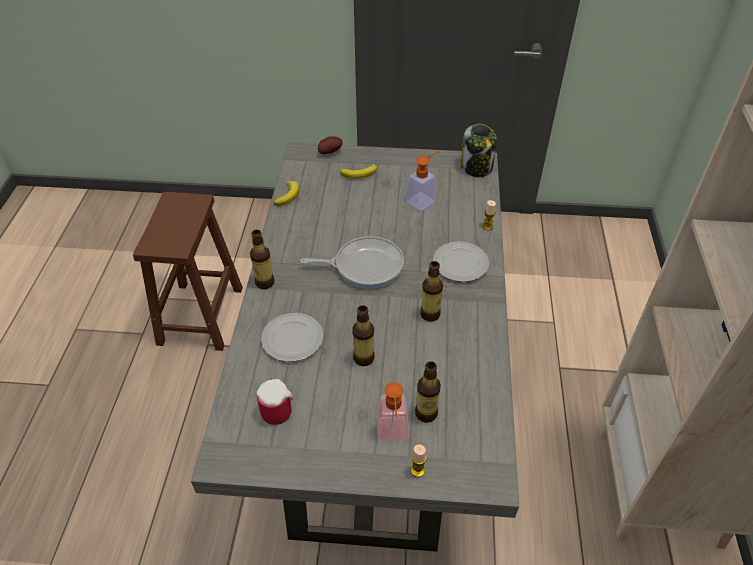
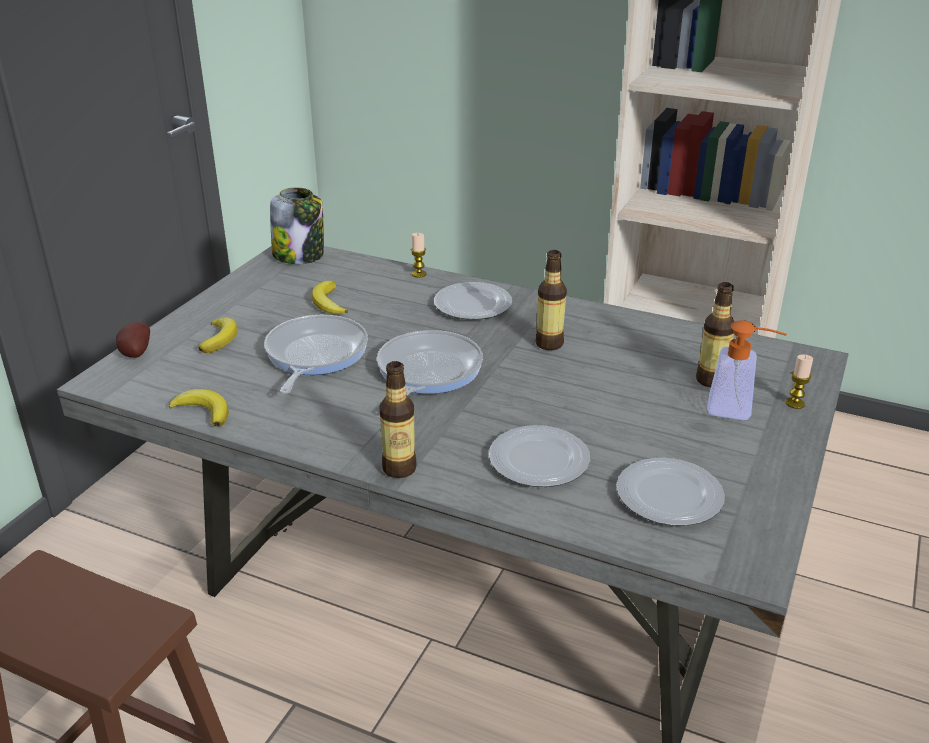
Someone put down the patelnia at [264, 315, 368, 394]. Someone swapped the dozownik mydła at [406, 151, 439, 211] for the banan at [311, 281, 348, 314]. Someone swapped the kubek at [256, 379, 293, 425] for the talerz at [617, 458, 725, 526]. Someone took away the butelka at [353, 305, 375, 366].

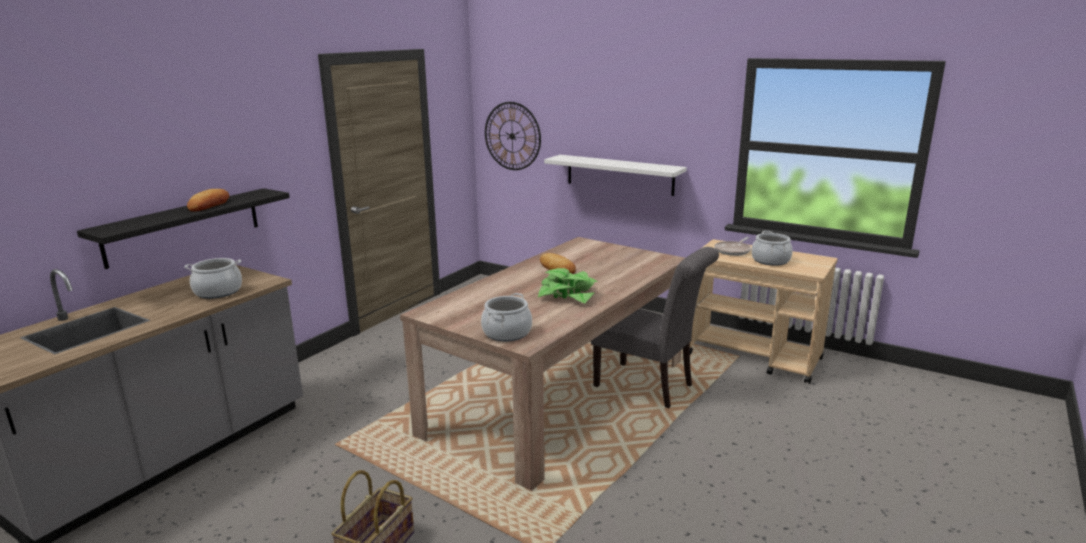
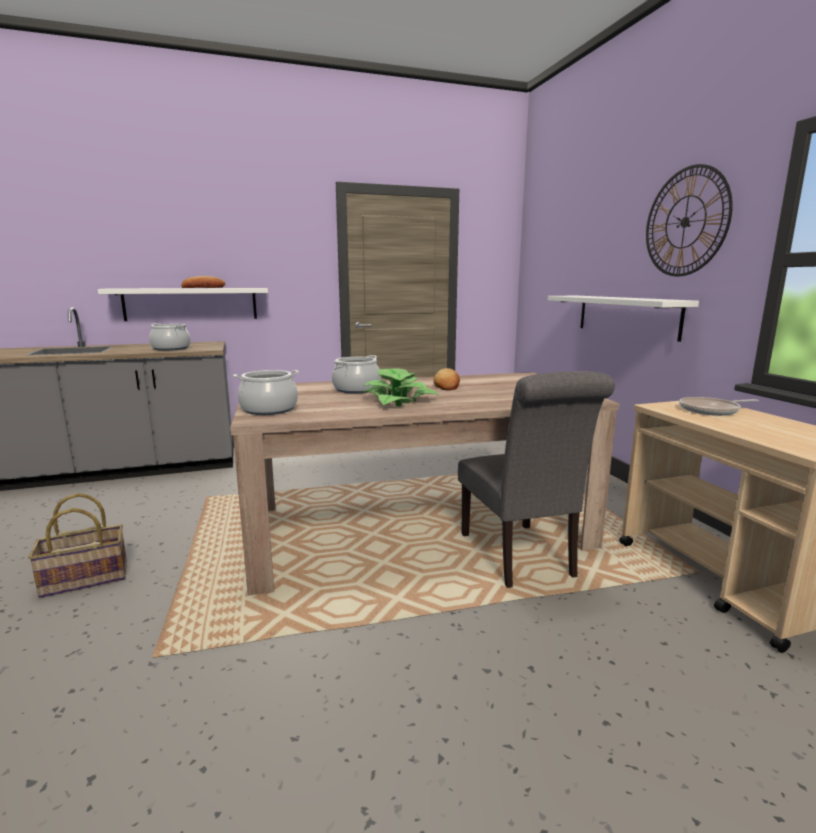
Someone repainted the półka [czarny] at [77, 188, 290, 269], which became the półka [biały] at [98, 288, 268, 321]. Someone carried the garnek from [751, 231, 793, 266] to [332, 355, 381, 393]. Someone carried the zegar ścienny from [485, 102, 541, 170] to [646, 164, 733, 276].

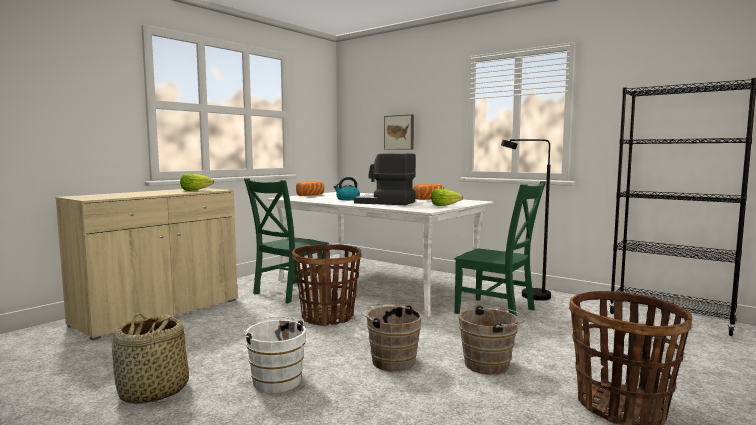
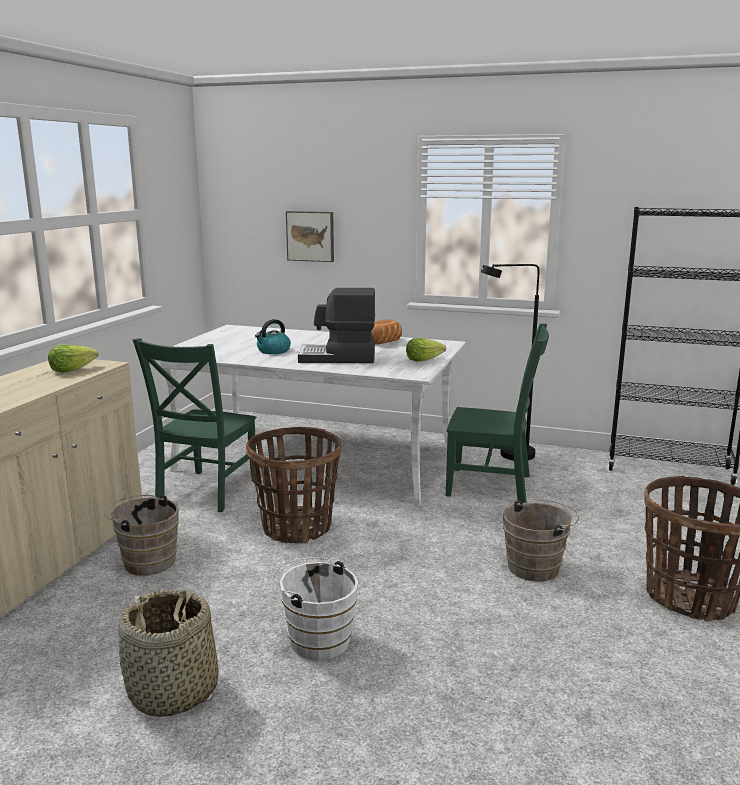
Someone carried the wiadro [brązowy] from [361, 304, 422, 371] to [104, 495, 179, 576]. Someone took away the chleb at [296, 181, 324, 196].

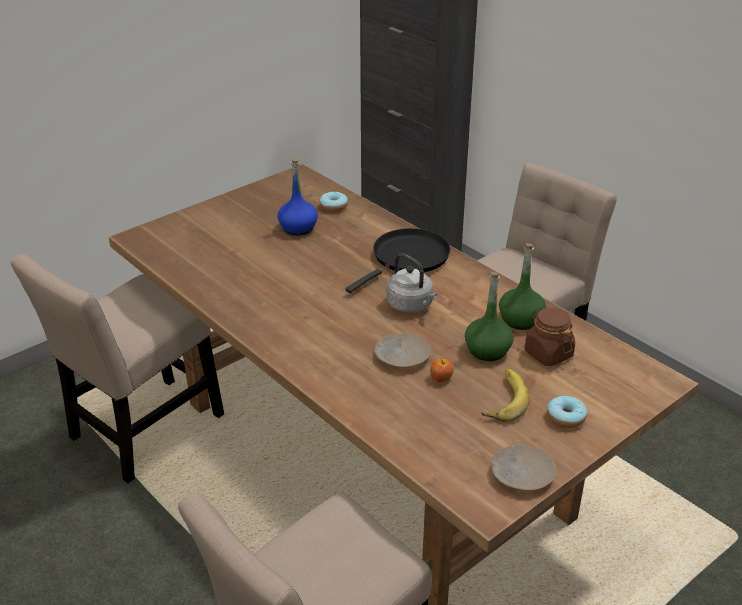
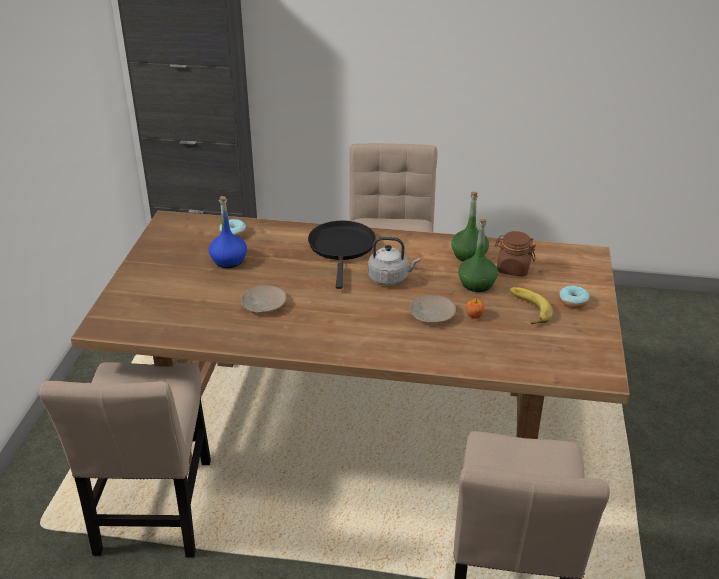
Someone carried the talerz [beżowy] from [491, 445, 557, 491] to [241, 285, 287, 313].

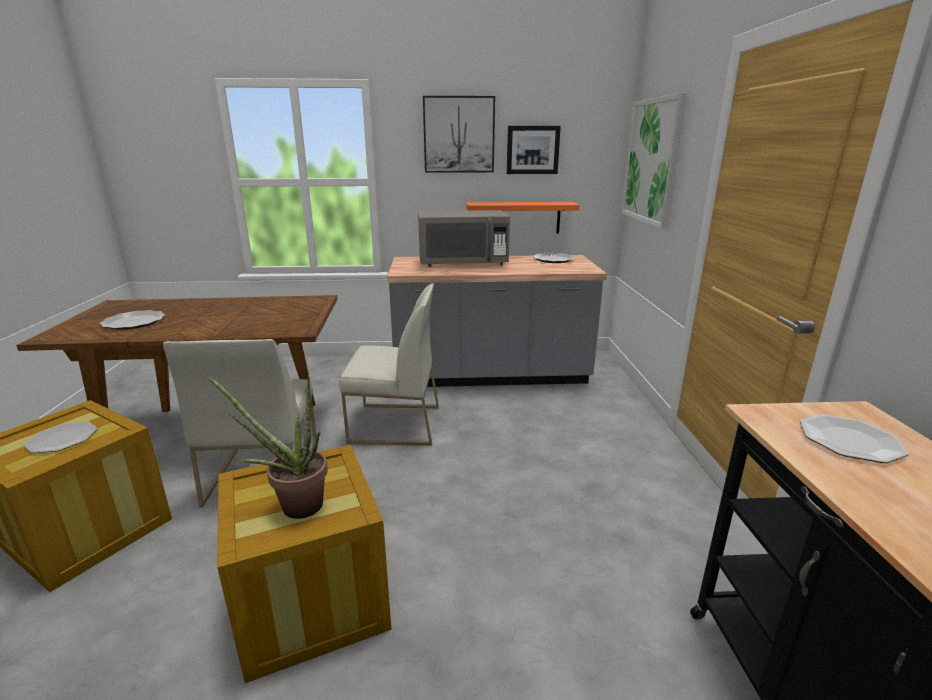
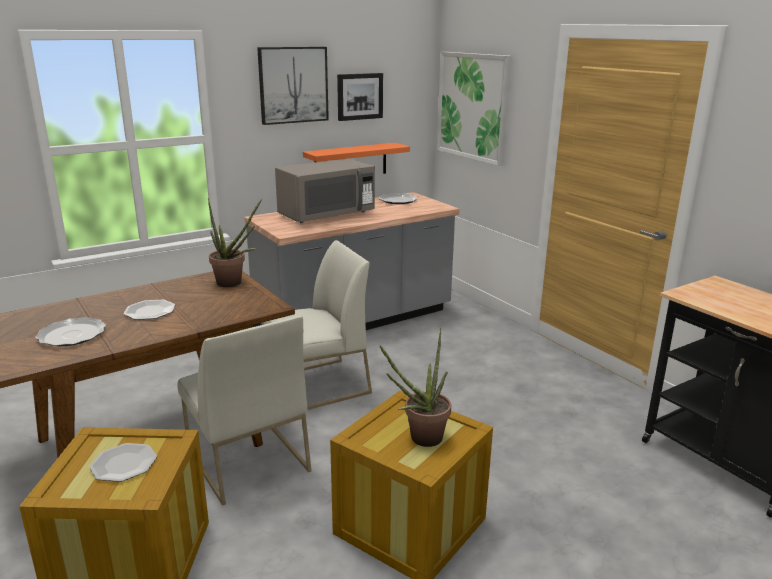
Someone carried the talerz from [800, 414, 909, 463] to [123, 300, 175, 320]. Someone put down the roślina doniczkowa at [208, 198, 261, 287].

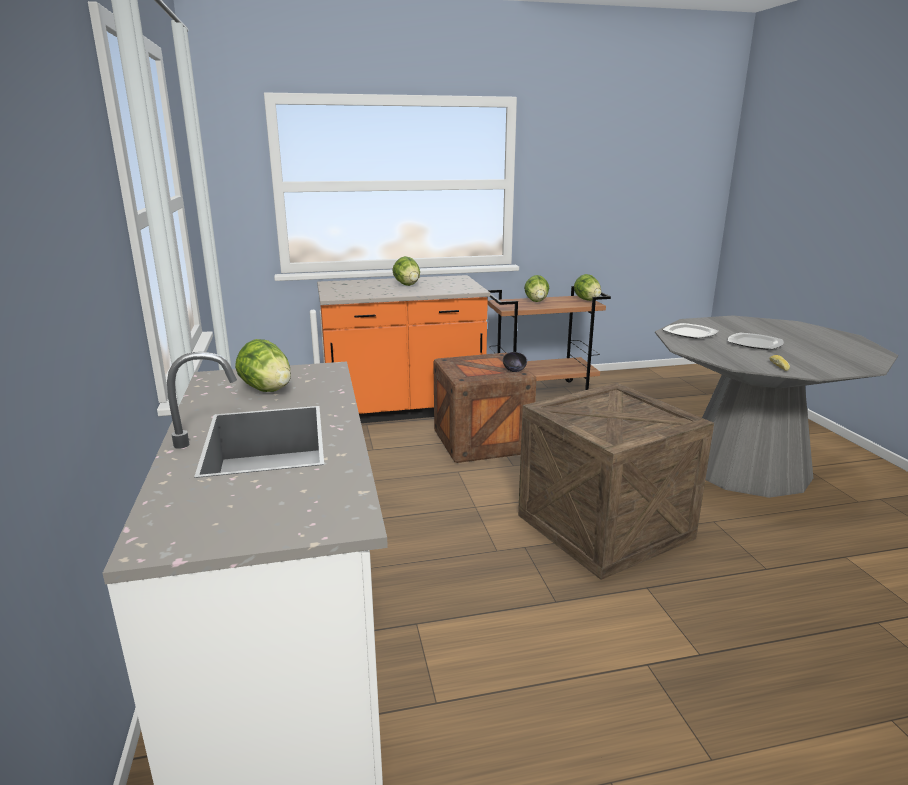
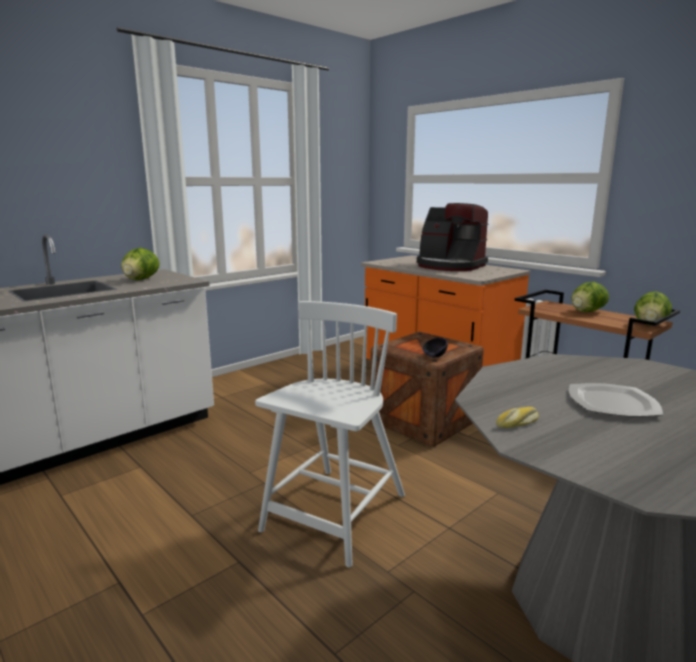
Someone swapped the skrzynka at [518, 383, 714, 580] for the krzesło [biały] at [255, 301, 405, 567]. Someone swapped the sałata at [392, 256, 420, 286] for the ekspres do kawy at [417, 203, 488, 271]. Someone took away the talerz at [663, 323, 718, 339].

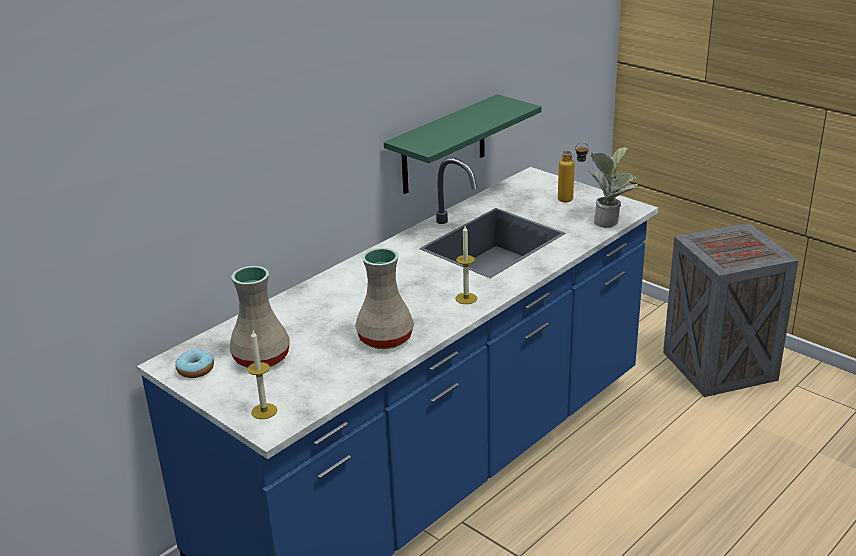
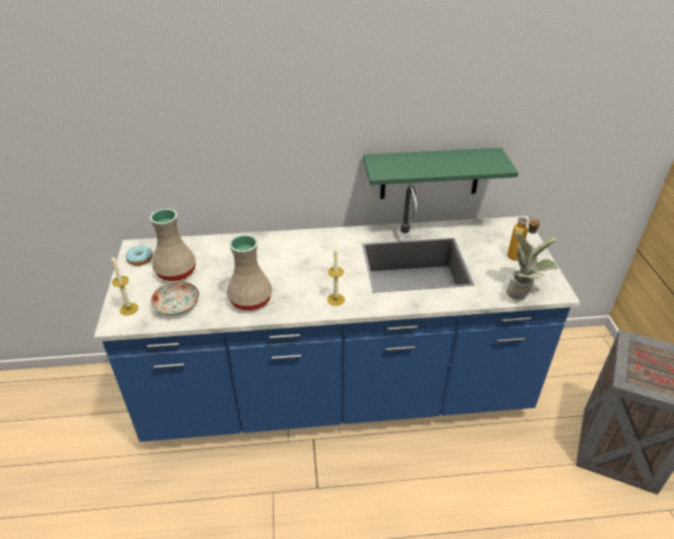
Someone put down the talerz at [151, 281, 199, 316].

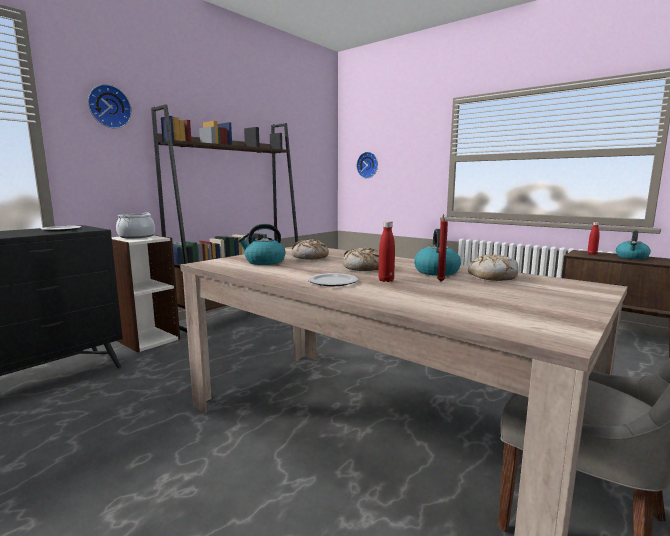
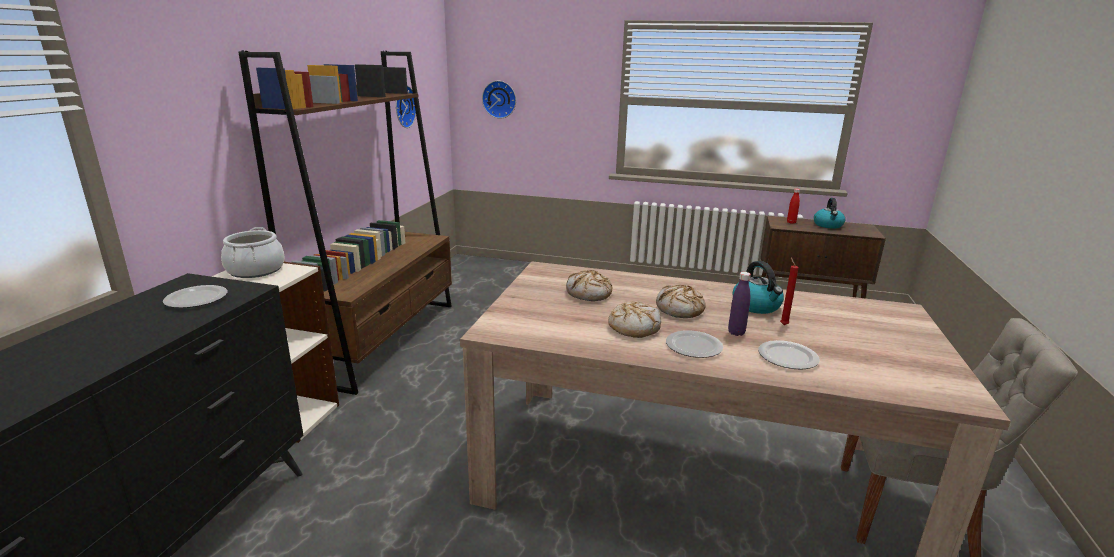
Someone carried the zegar ścienny from [88, 84, 132, 128] to [396, 85, 416, 128]. Someone carried the chleb from [468, 254, 518, 281] to [608, 301, 661, 338]. Someone repainted the butelka [czerwony] at [378, 221, 395, 282], which became the butelka [fioletowy] at [728, 272, 751, 336]. Someone put down the talerz at [758, 340, 820, 370]. Someone took away the czajnik at [238, 224, 285, 265].

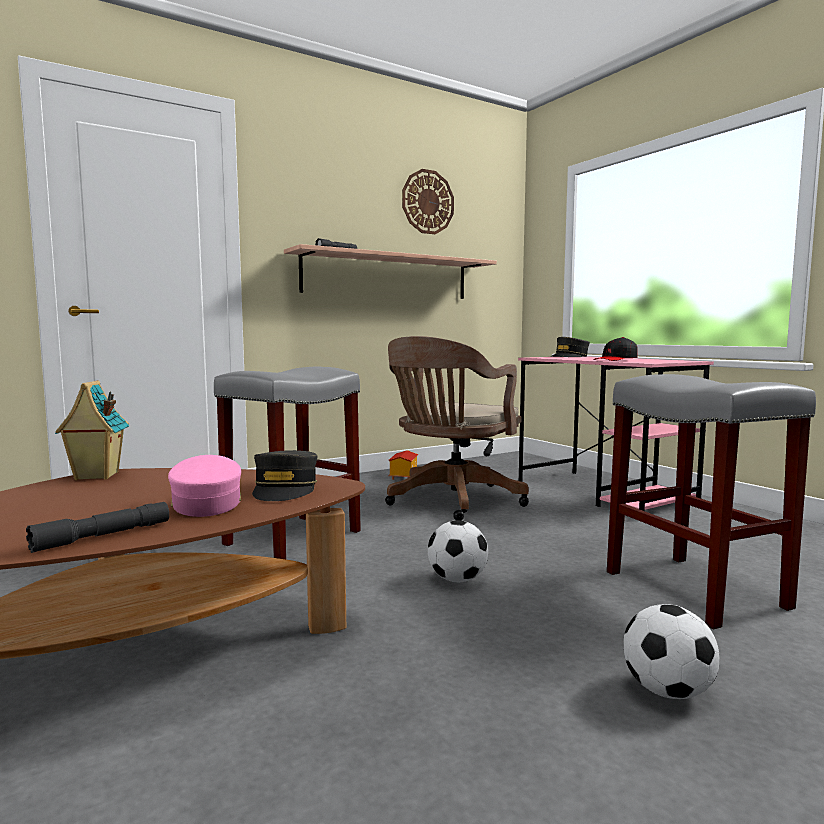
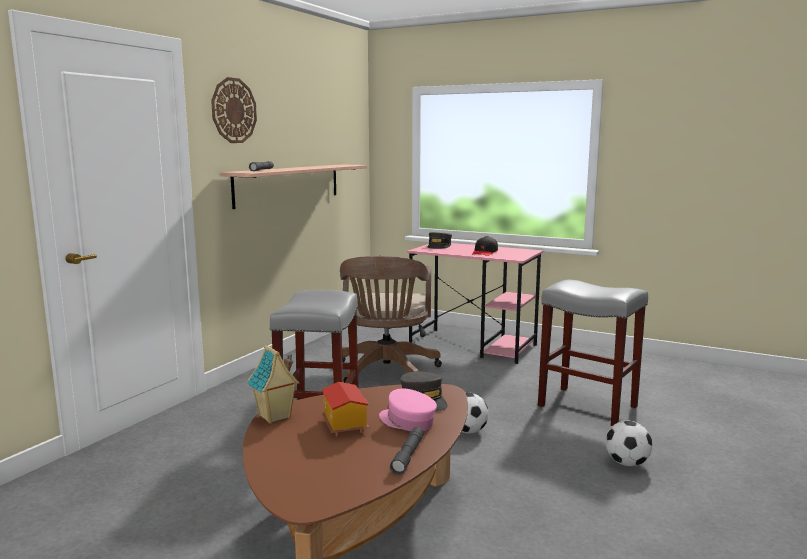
Someone carried the zegar ścienny from [402, 169, 454, 234] to [211, 77, 257, 143]. Someone carried the domek from [388, 450, 418, 480] to [321, 382, 369, 436].

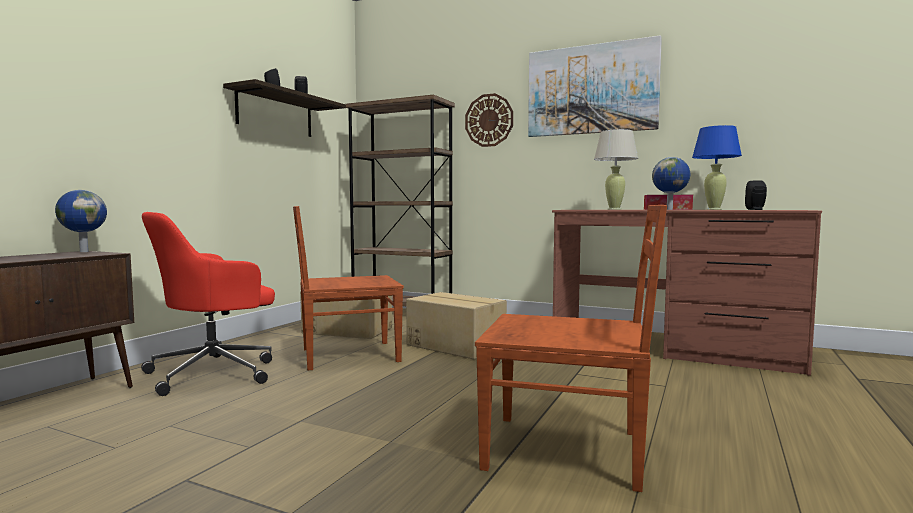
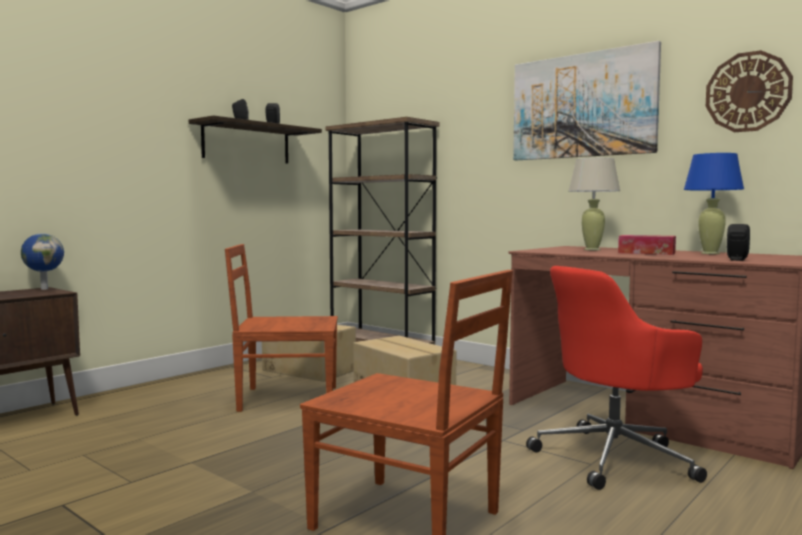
Someone carried the krzesło biurowe [czerwony] from [141, 212, 275, 396] to [526, 266, 707, 490]. Someone carried the zegar ścienny from [465, 93, 513, 147] to [706, 50, 793, 132]. Someone took away the globus at [652, 157, 690, 210].

